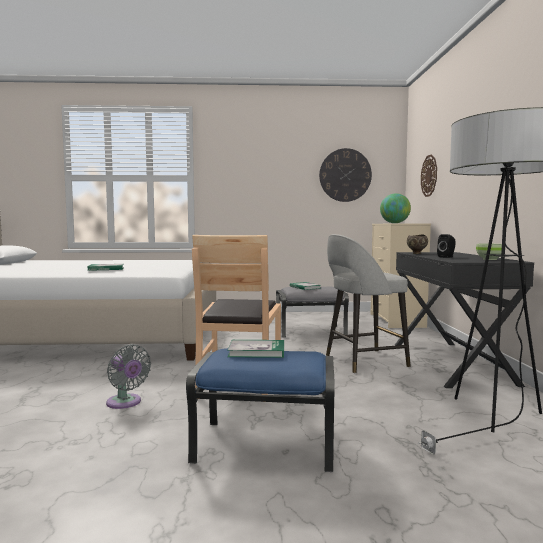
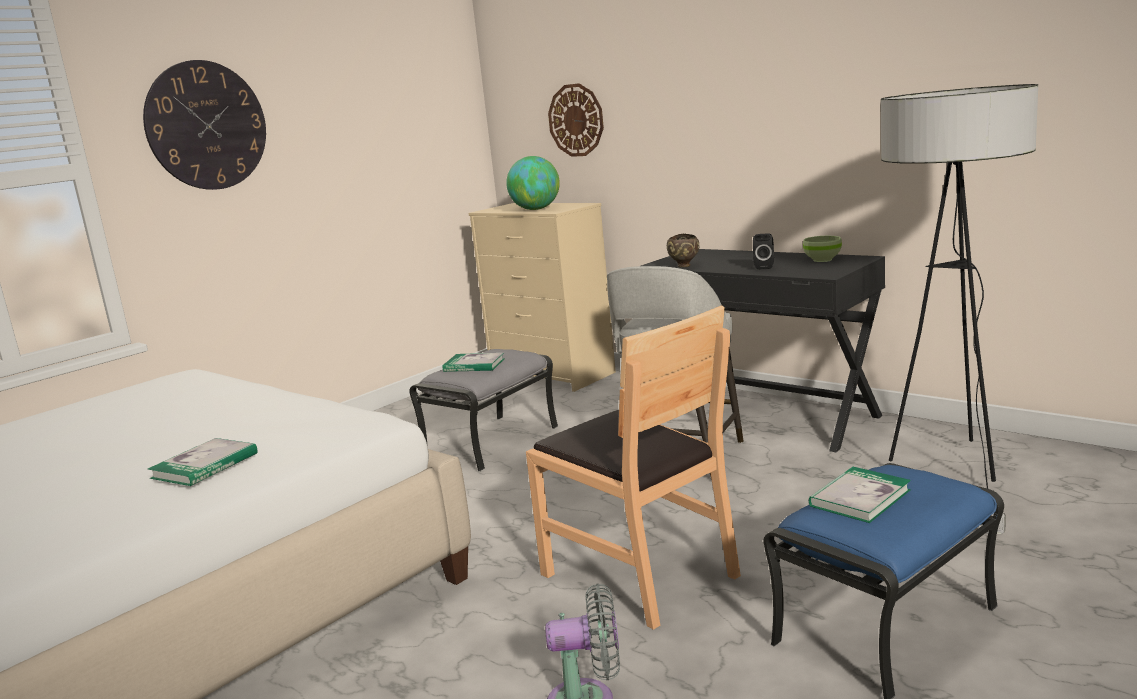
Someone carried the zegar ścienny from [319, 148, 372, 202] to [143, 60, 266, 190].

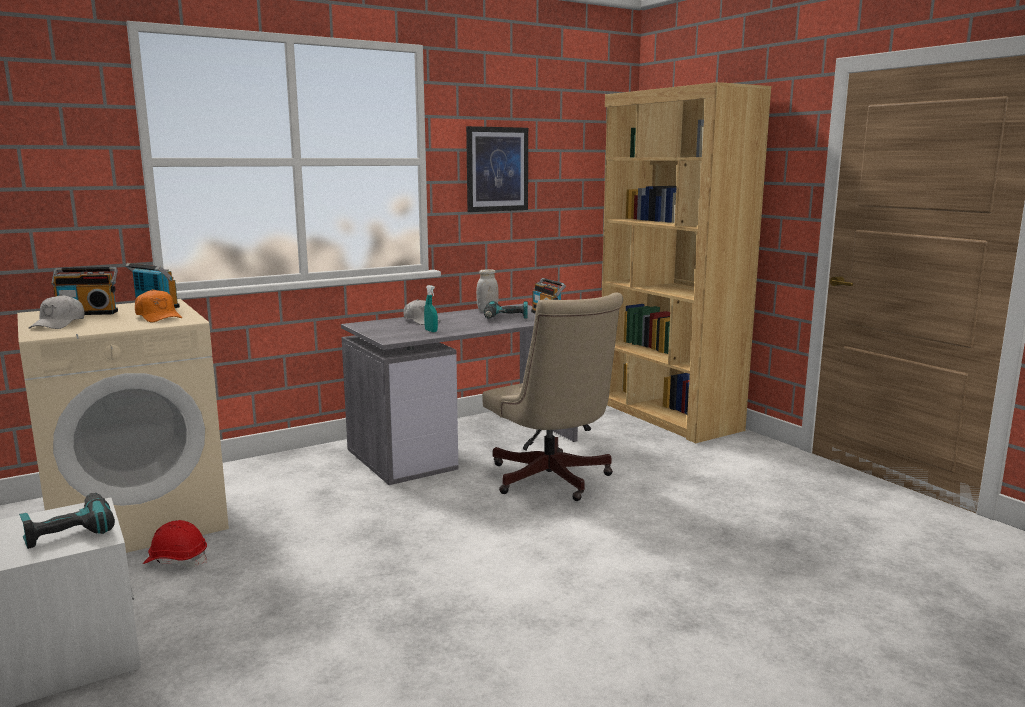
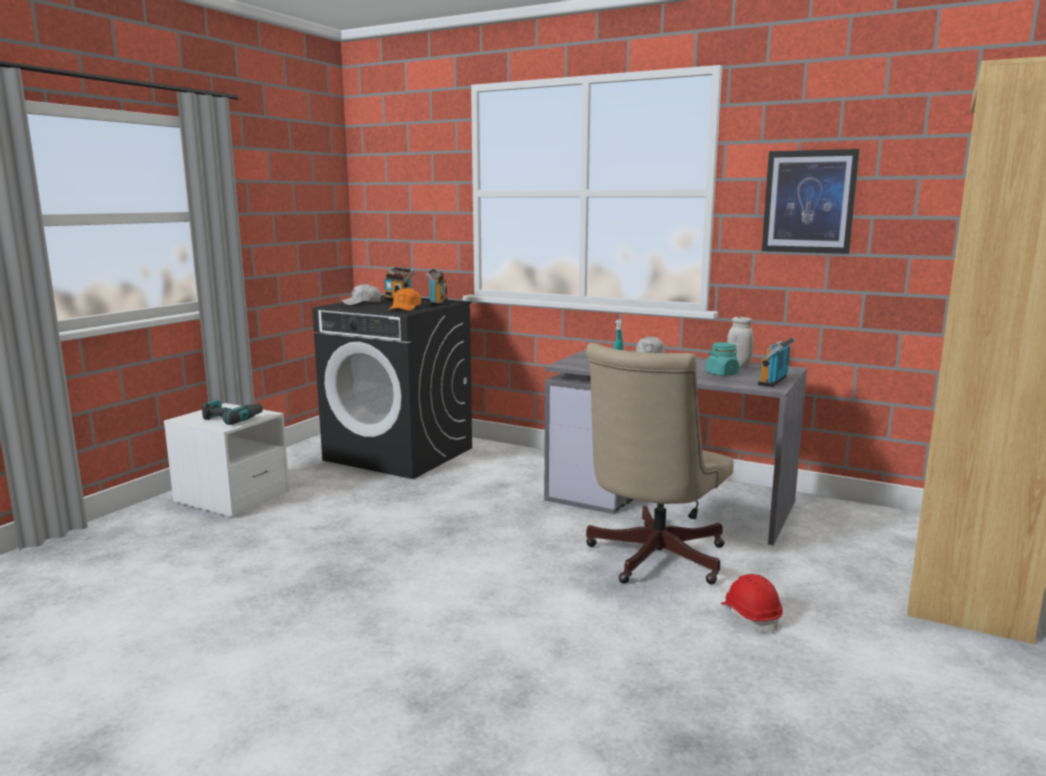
Someone repainted the pralka [beżowy] at [17, 299, 229, 553], which became the pralka [czarny] at [312, 295, 472, 479]. Someone swapped the wiertarka at [484, 301, 528, 319] for the słoik [turkusowy] at [706, 342, 739, 376]. Someone carried the kask [czerwony] from [143, 520, 207, 567] to [721, 574, 783, 634].

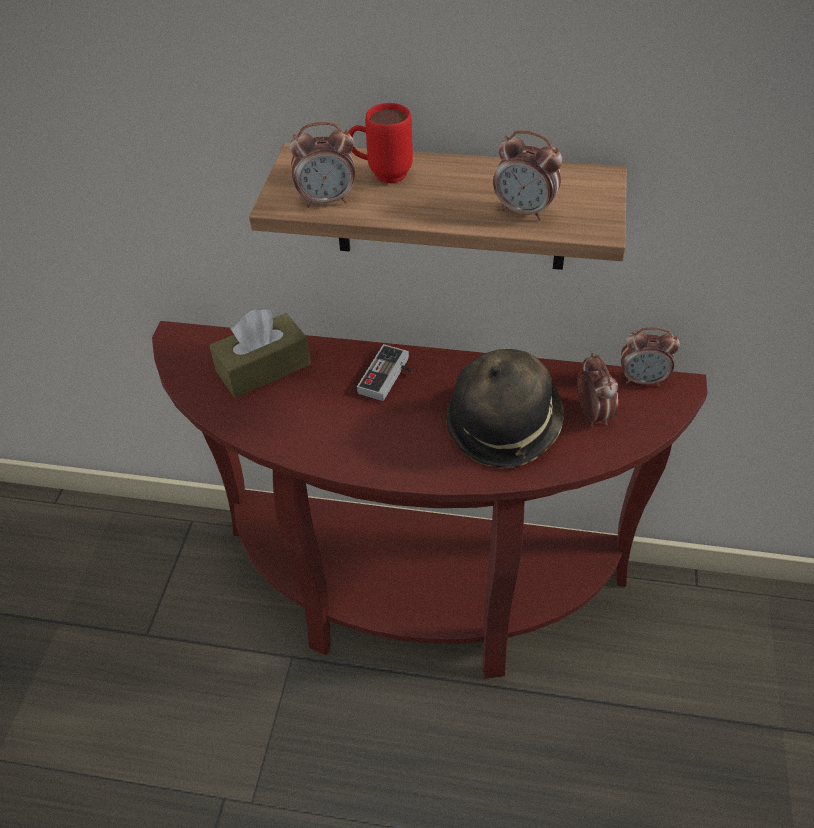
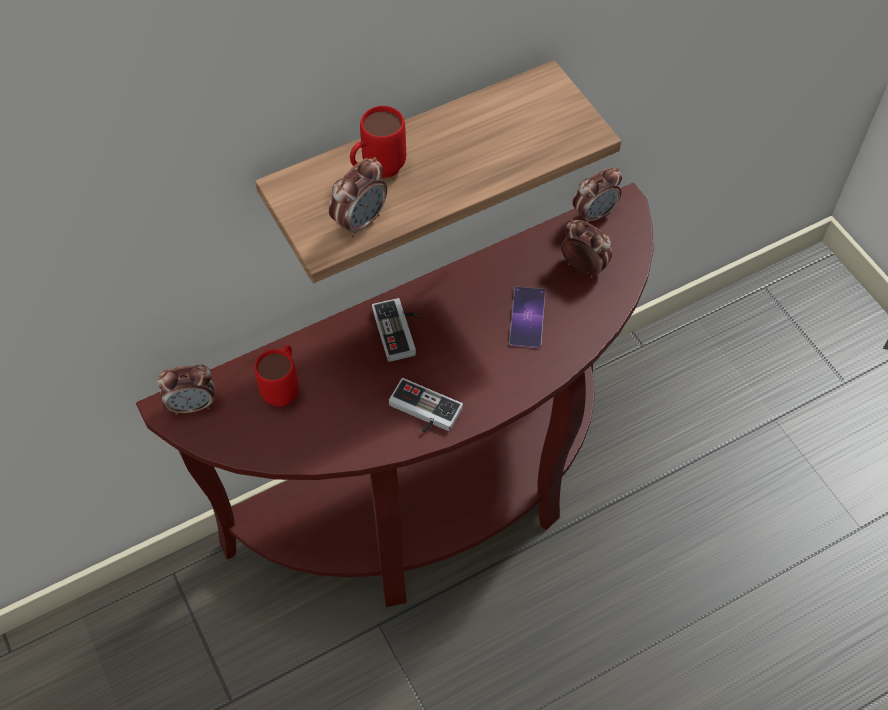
Someone carried the budzik from [493, 130, 563, 221] to [157, 364, 215, 415]. Someone swapped the pudełko chusteczek [brązowy] at [209, 309, 311, 398] for the kubek [czerwony] at [255, 345, 299, 407]. Someone put down the pad do gier at [389, 378, 463, 432]. Someone swapped the kapelusz at [446, 349, 564, 468] for the telefon at [509, 287, 545, 348].

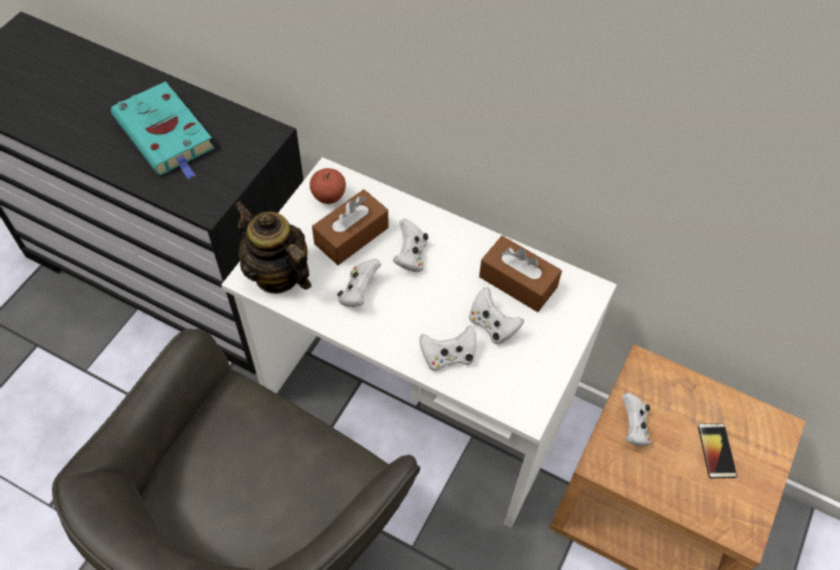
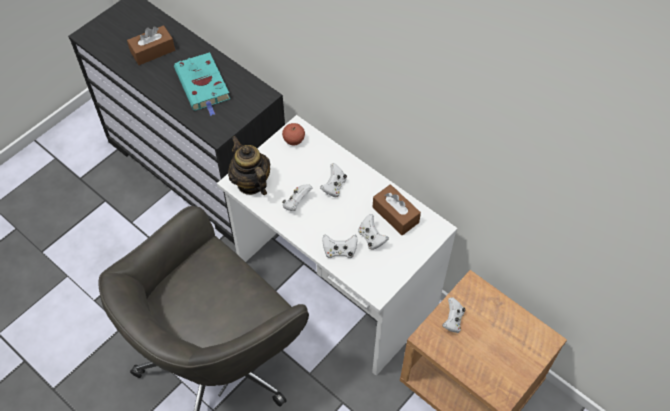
Someone carried the pudełko chusteczek [brązowy] from [312, 189, 389, 265] to [127, 25, 175, 65]. Someone took away the telefon at [698, 423, 737, 478].

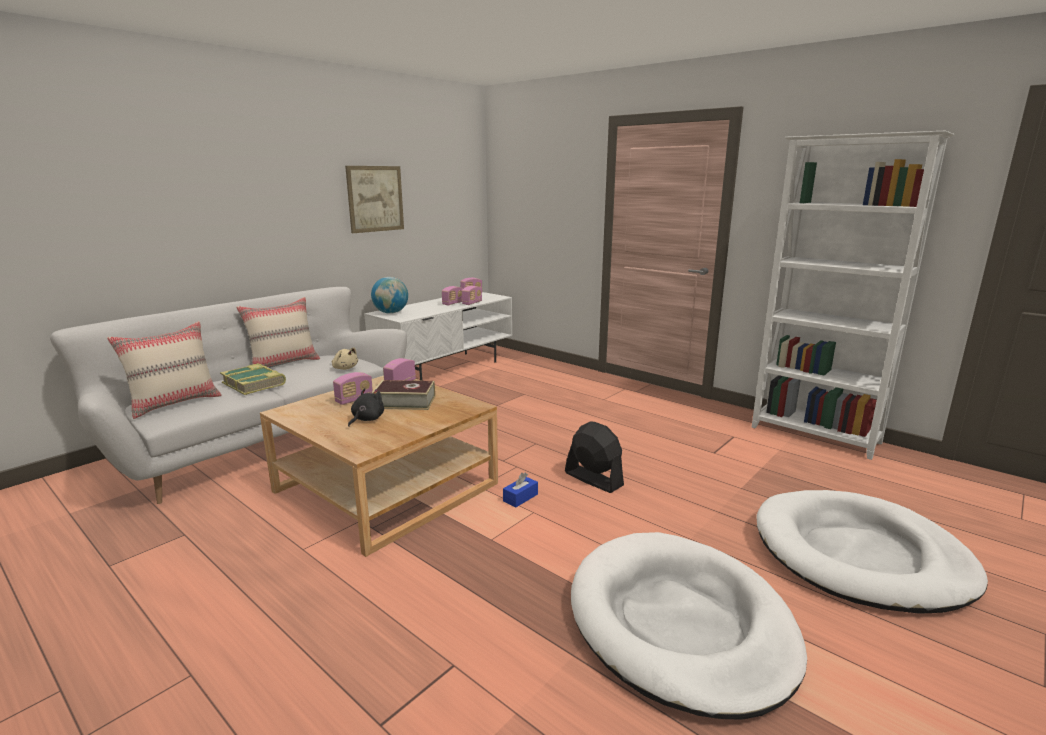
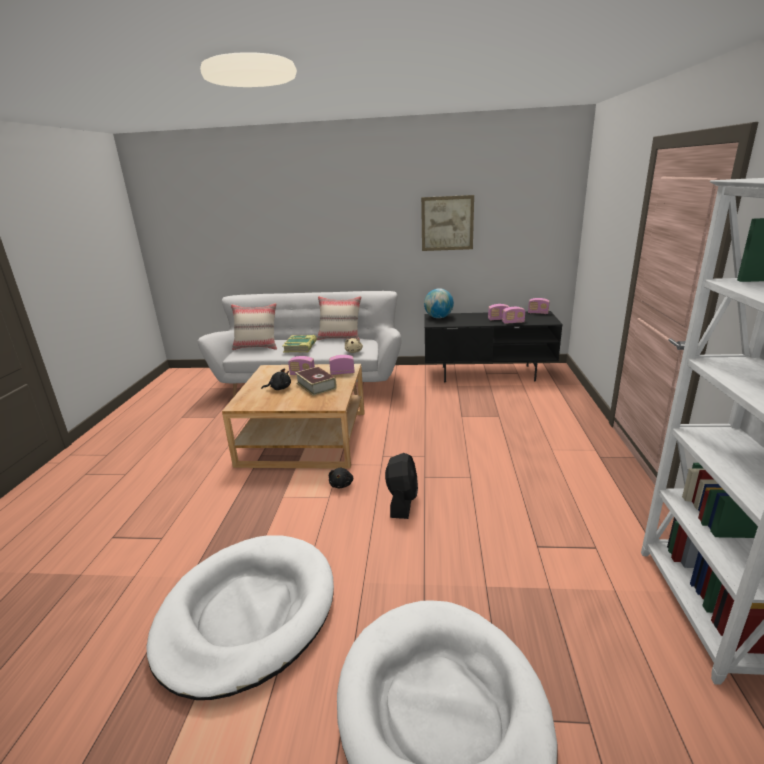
Someone swapped the pudełko chusteczek [niebieski] at [503, 472, 538, 507] for the pluszak [czarny] at [329, 468, 353, 488]. Someone repainted the szafka pod telewizor [biały] at [364, 292, 512, 381], which became the szafka pod telewizor [czarny] at [424, 311, 563, 382].

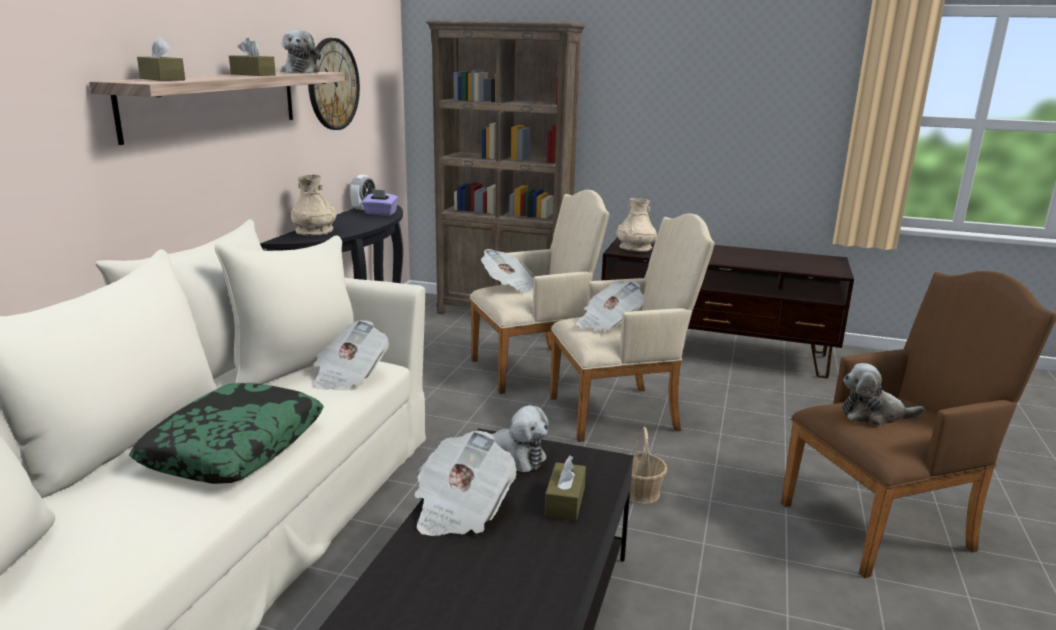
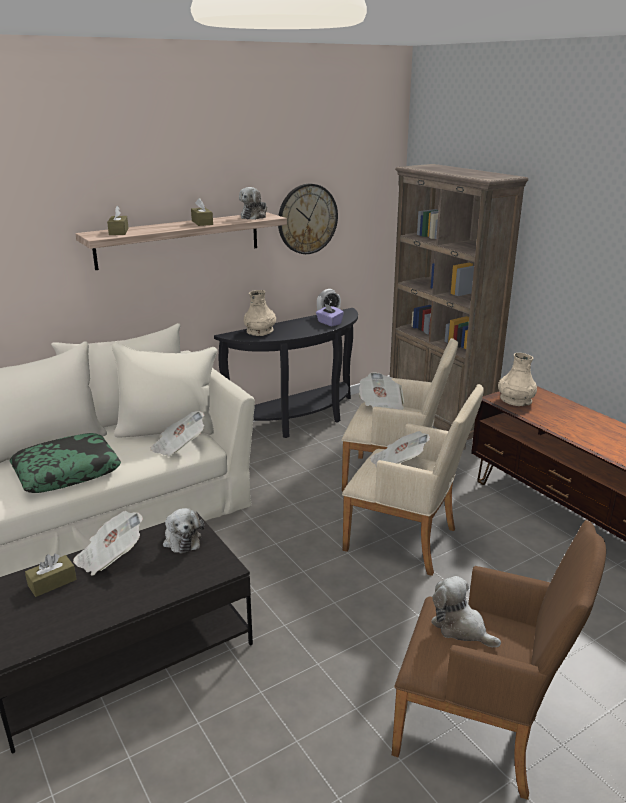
Someone carried the pudełko chusteczek [brązowy] from [545, 456, 586, 521] to [25, 553, 77, 597]. Someone took away the koszyk at [629, 427, 667, 504].

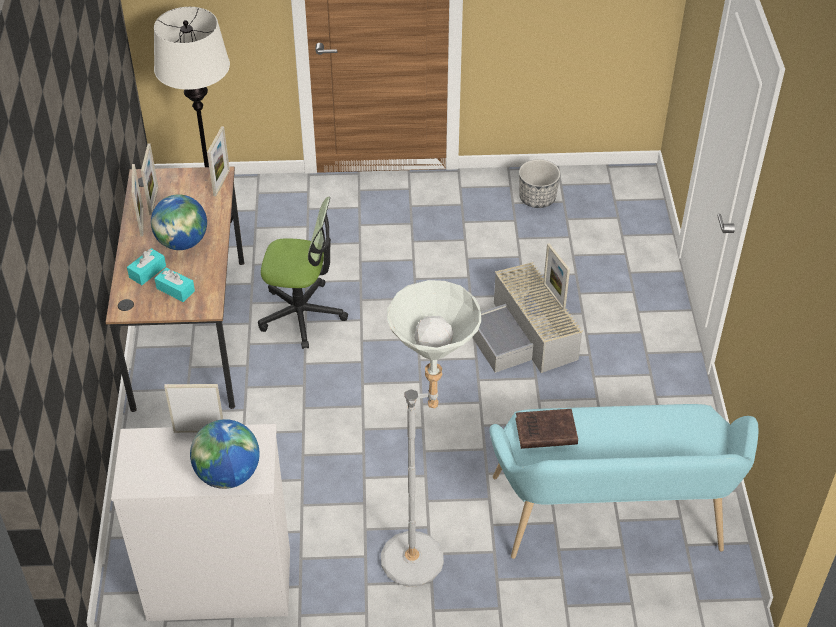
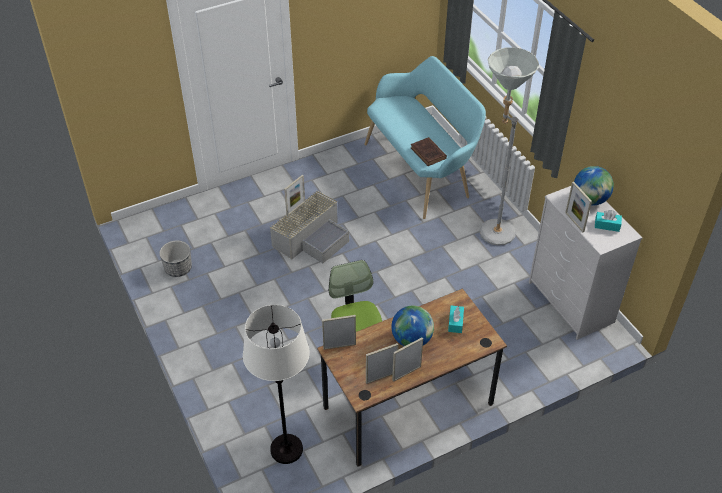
Someone carried the pudełko chusteczek [turkusowy] from [127, 248, 166, 285] to [595, 210, 622, 232].

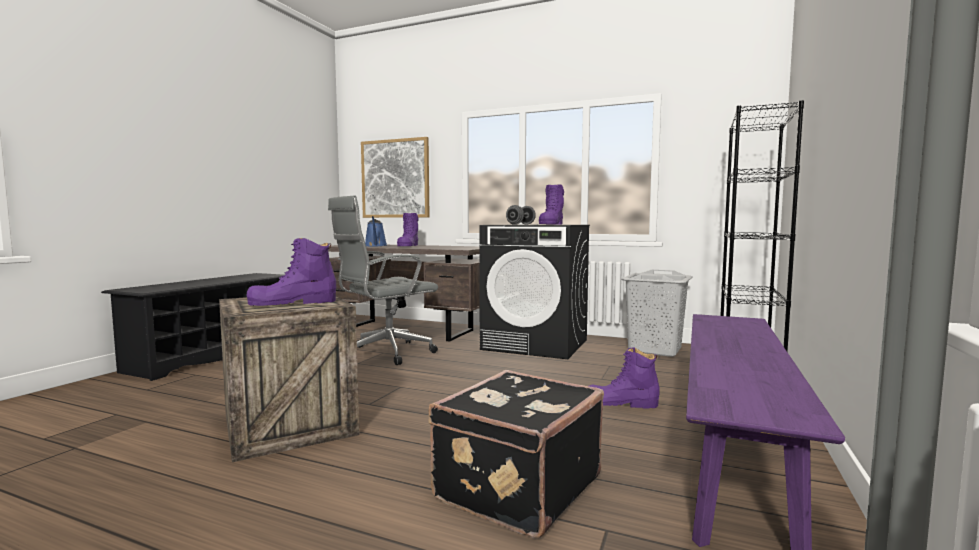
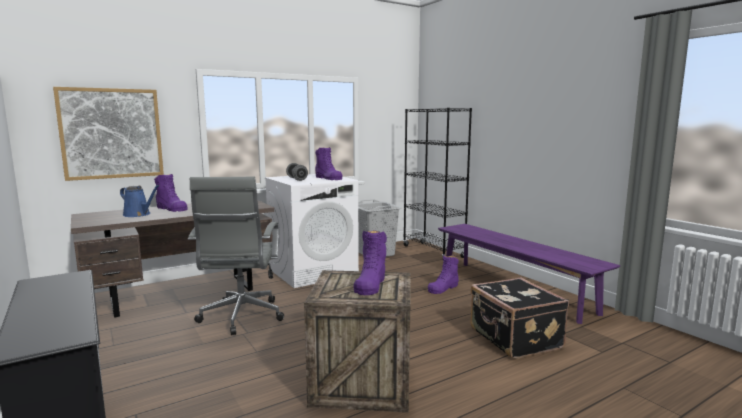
Someone repainted the pralka [czarny] at [479, 225, 590, 359], which became the pralka [biały] at [265, 174, 359, 288].

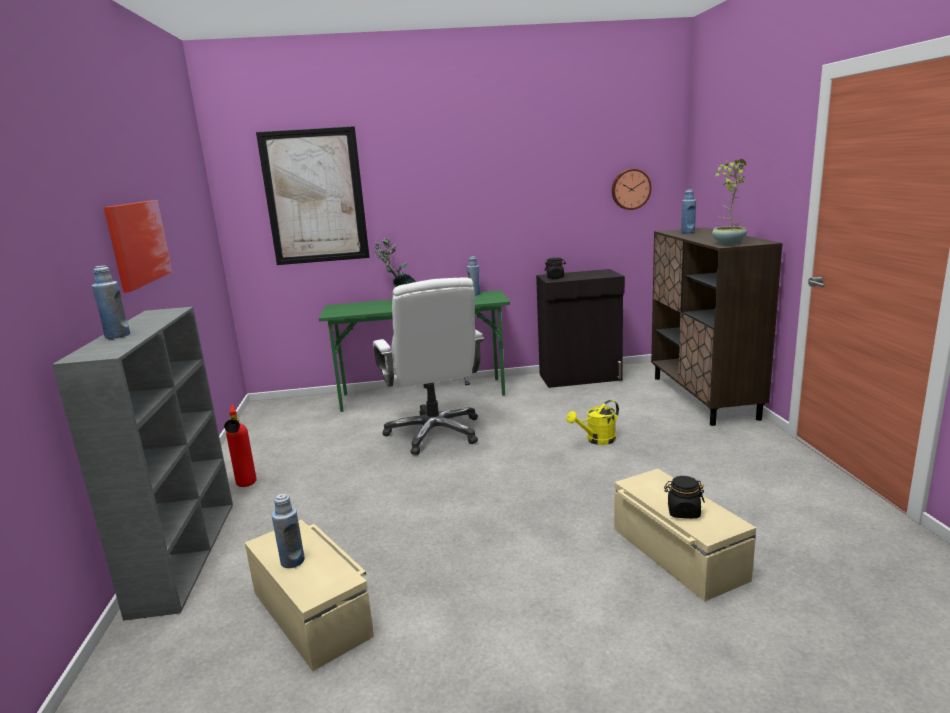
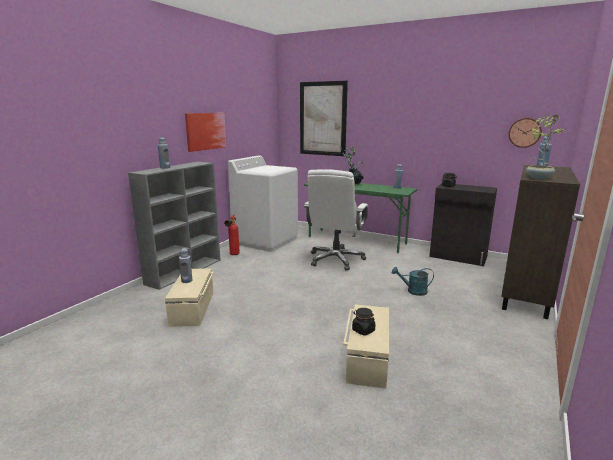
Someone put down the pralka [biały] at [228, 155, 298, 252]. Someone repainted the konewka [żółty] at [567, 400, 619, 445], which became the konewka [turkusowy] at [392, 267, 434, 296].

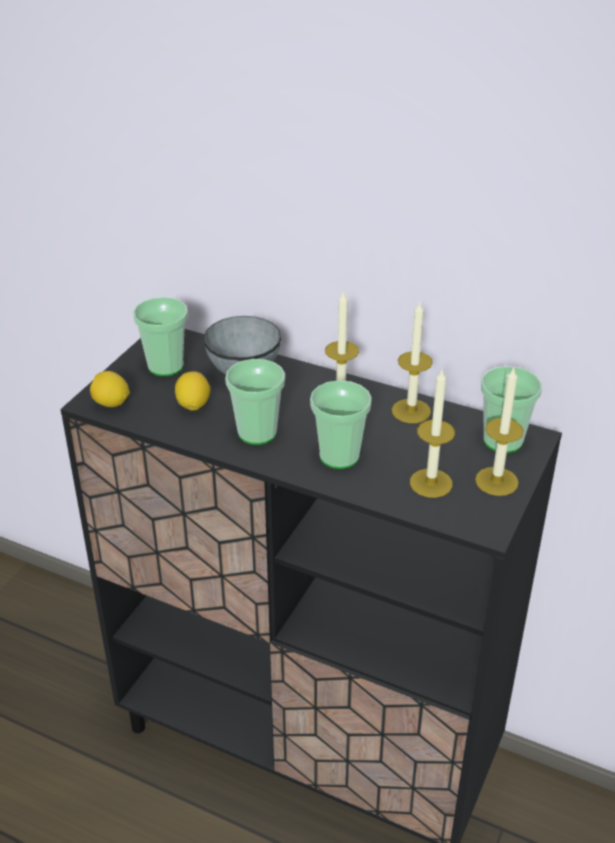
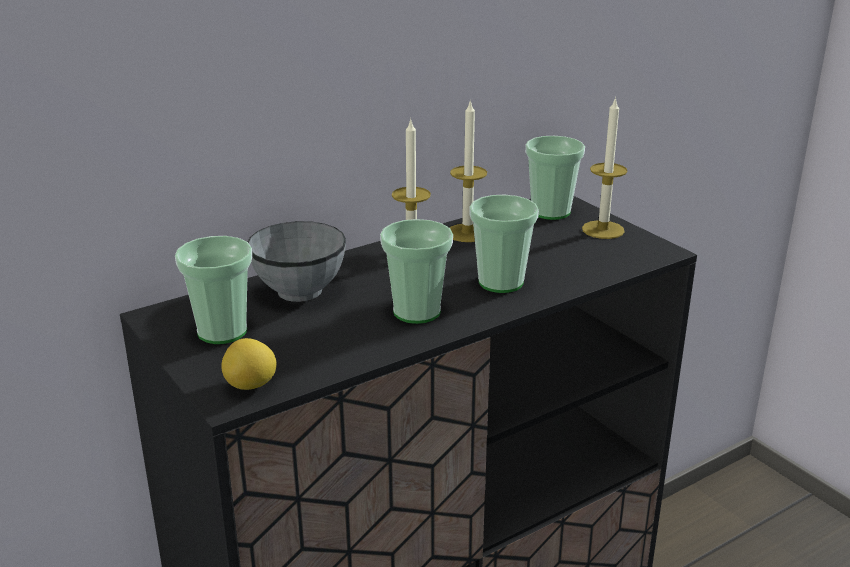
Someone took away the cytryna at [175, 371, 211, 410]. Someone took away the świeca at [410, 370, 455, 498].

